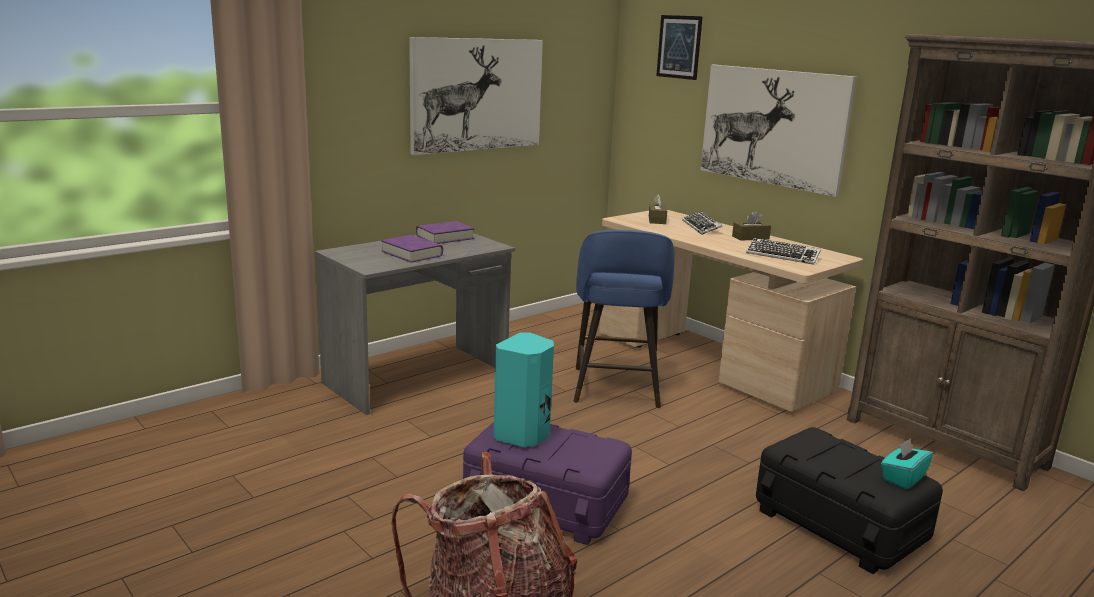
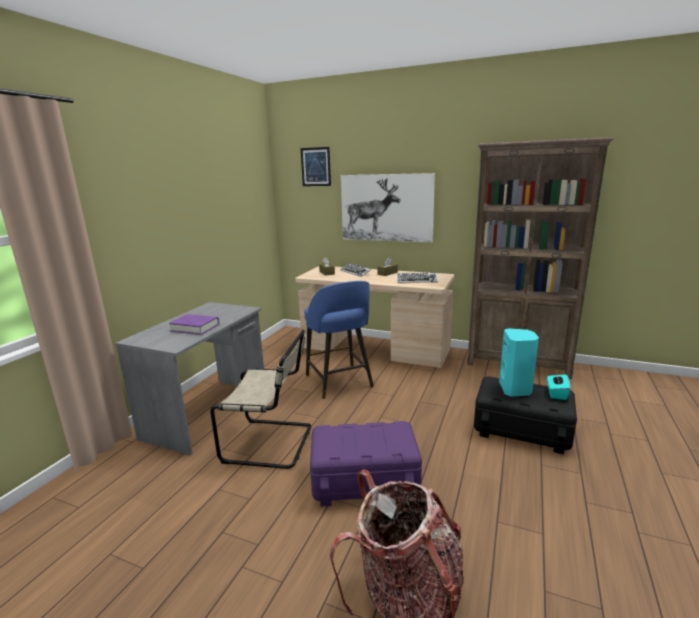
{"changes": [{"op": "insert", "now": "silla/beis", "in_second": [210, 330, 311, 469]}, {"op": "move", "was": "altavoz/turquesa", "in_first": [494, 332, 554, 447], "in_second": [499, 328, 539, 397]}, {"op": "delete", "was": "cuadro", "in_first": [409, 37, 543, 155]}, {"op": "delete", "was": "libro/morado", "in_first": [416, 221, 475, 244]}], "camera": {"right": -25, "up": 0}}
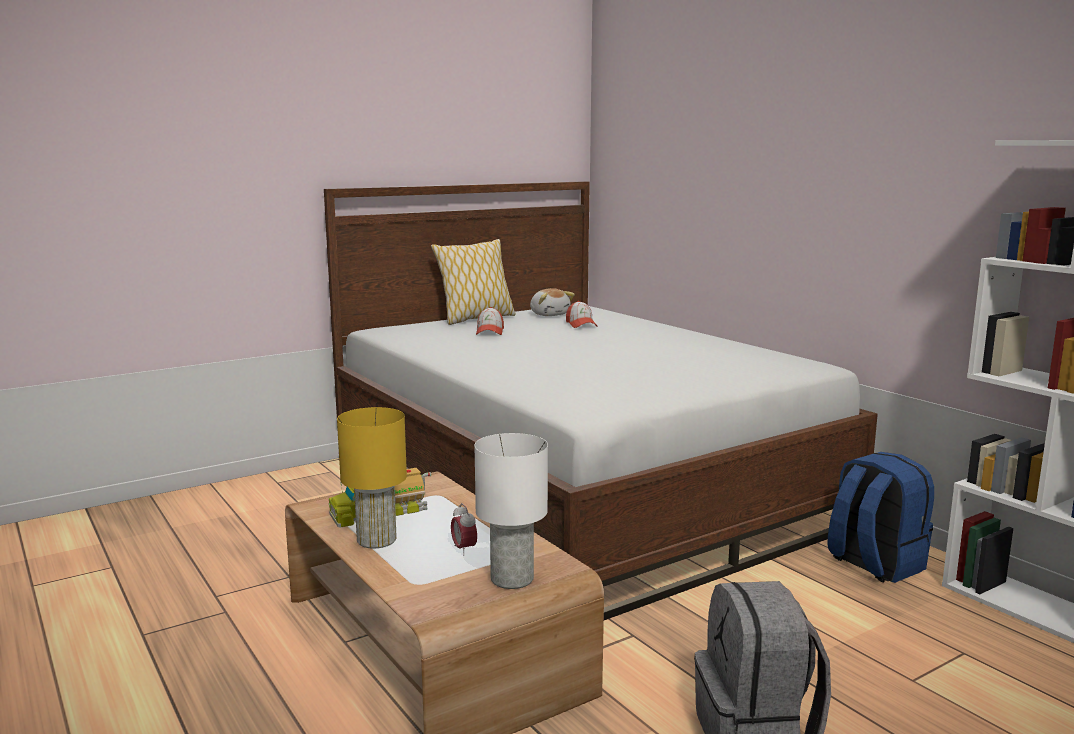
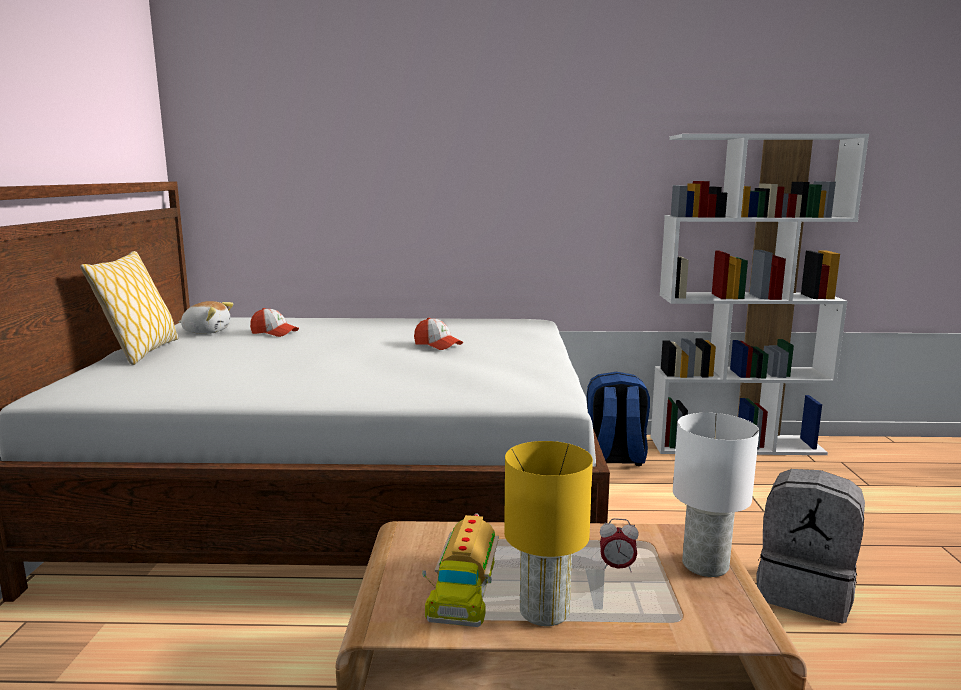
{"changes": [{"op": "move", "was": "gorra", "in_first": [476, 307, 504, 335], "in_second": [414, 318, 463, 350]}], "camera": {"right": -55, "up": 0}}
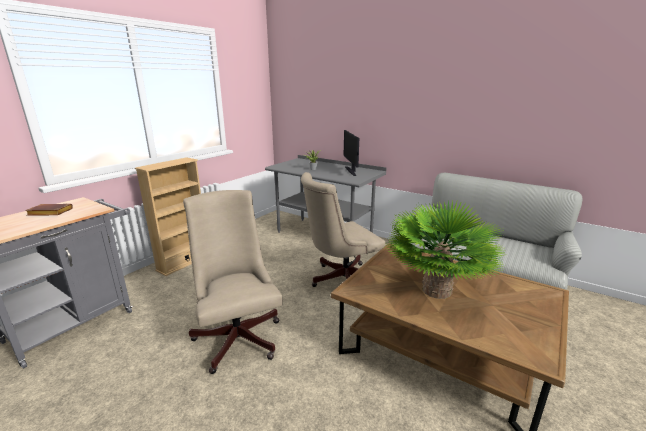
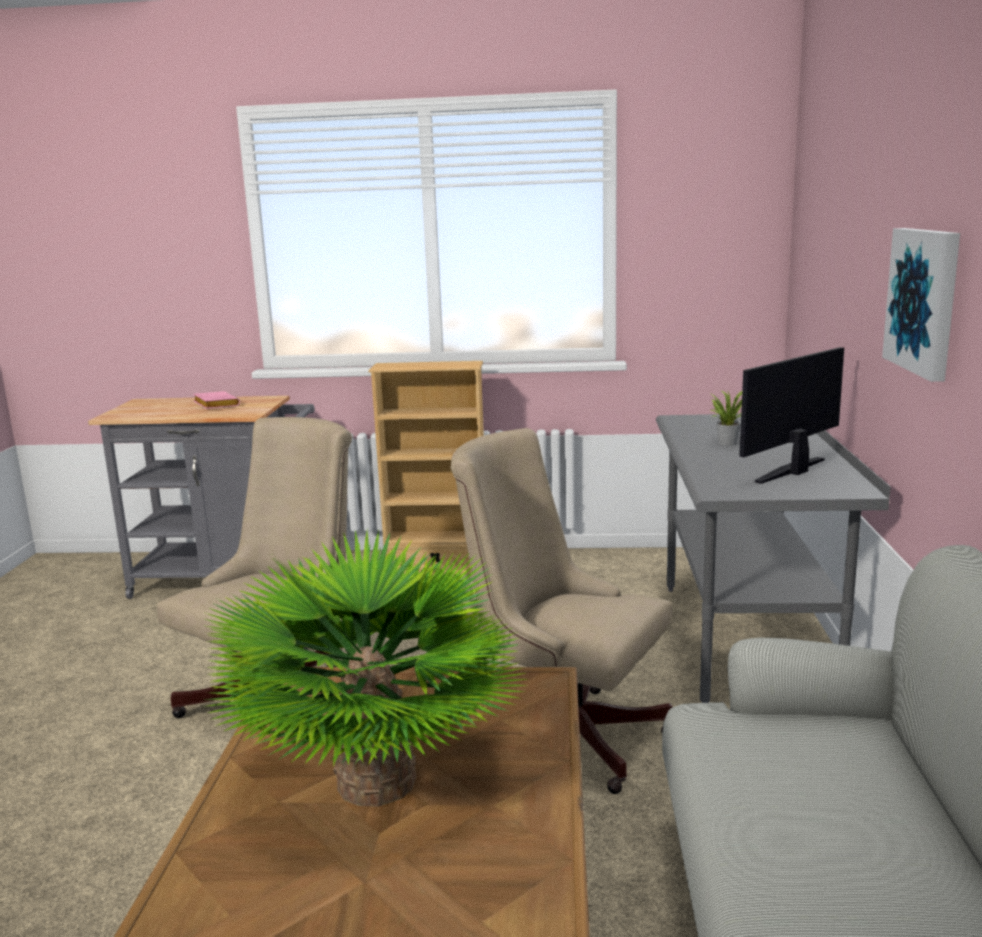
{"changes": [{"op": "recolor", "was": "libro/marrón", "now": "libro/rosa", "in_first": [25, 204, 73, 216], "in_second": [193, 391, 240, 409]}, {"op": "insert", "now": "cuadro", "in_second": [882, 228, 960, 382]}], "camera": {"right": 60, "up": -5}}
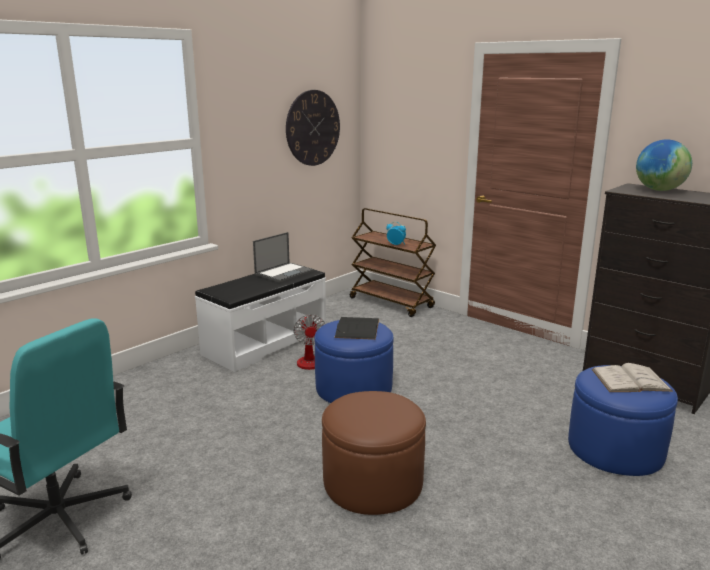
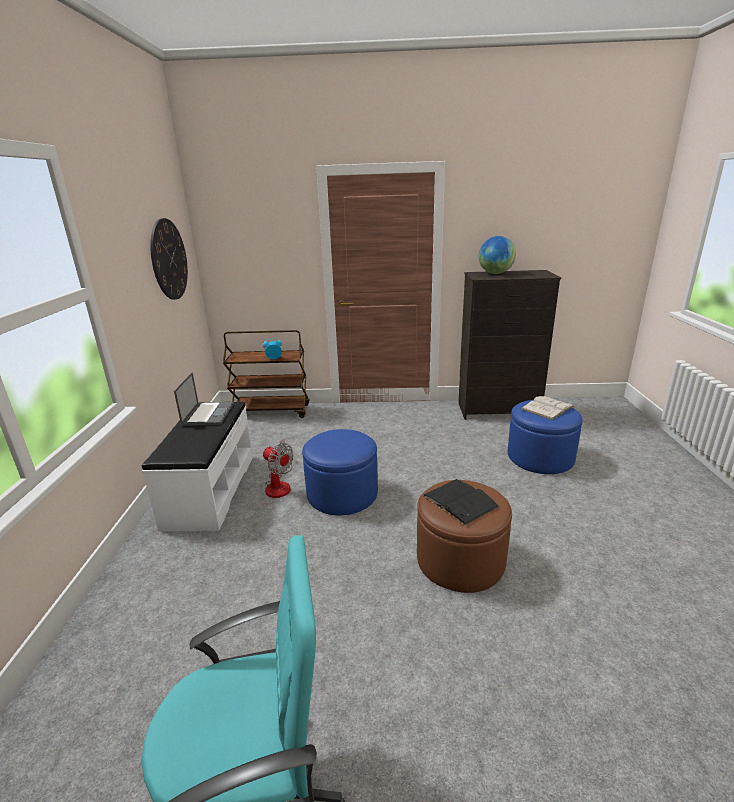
{"changes": [{"op": "move", "was": "libro/negro", "in_first": [334, 317, 379, 340], "in_second": [423, 479, 499, 526]}], "camera": {"right": -40, "up": 5}}
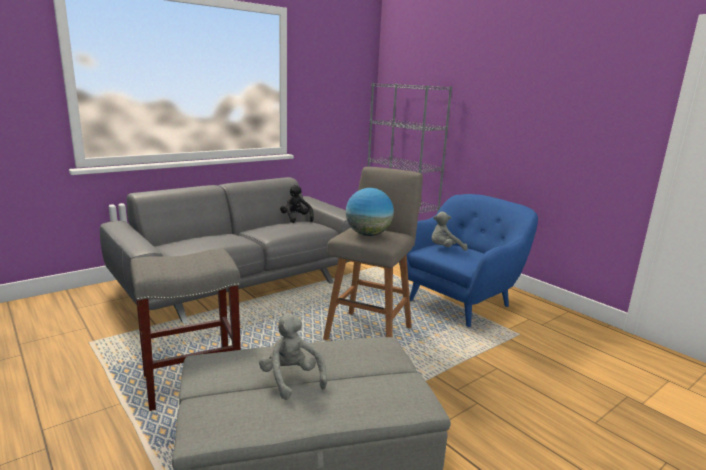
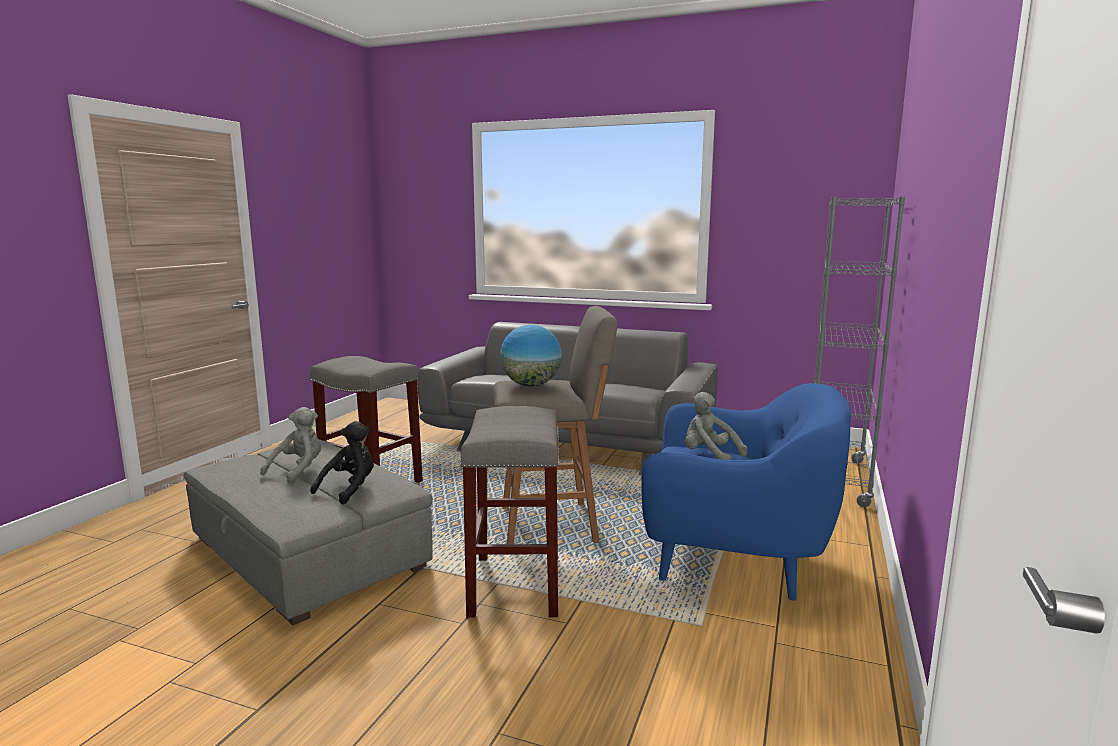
{"changes": [{"op": "move", "was": "peluche/negro", "in_first": [280, 185, 314, 223], "in_second": [310, 421, 374, 504]}, {"op": "insert", "now": "taburete/gris", "in_second": [460, 406, 559, 618]}], "camera": {"right": 60, "up": -5}}
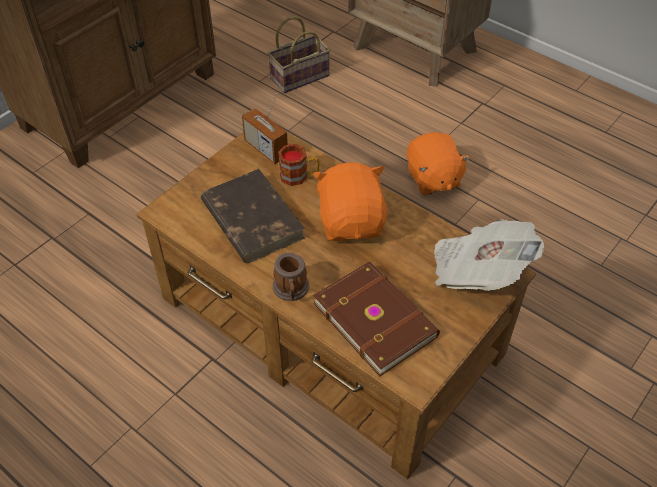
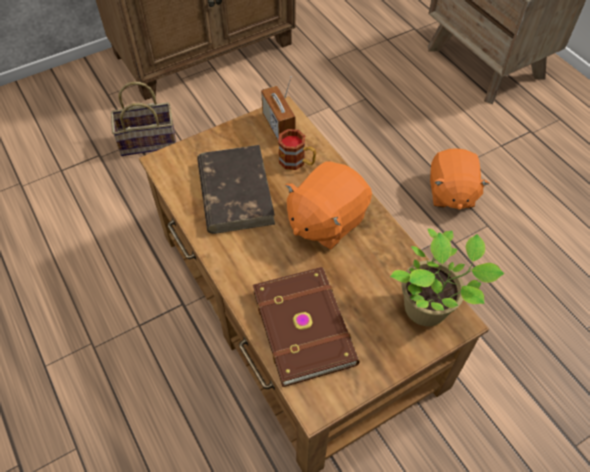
{"changes": [{"op": "move", "was": "cesta", "in_first": [268, 16, 330, 93], "in_second": [111, 82, 176, 156]}, {"op": "rotate", "was": "peluche/naranja", "in_first": [313, 162, 387, 241], "in_second": [285, 161, 372, 249], "clockwise": -150}, {"op": "replace", "was": "periódico", "now": "planta en maceta", "in_first": [434, 219, 544, 291], "in_second": [390, 228, 504, 326]}, {"op": "delete", "was": "taza grande", "in_first": [273, 252, 309, 301]}], "camera": {"right": 20, "up": 5}}
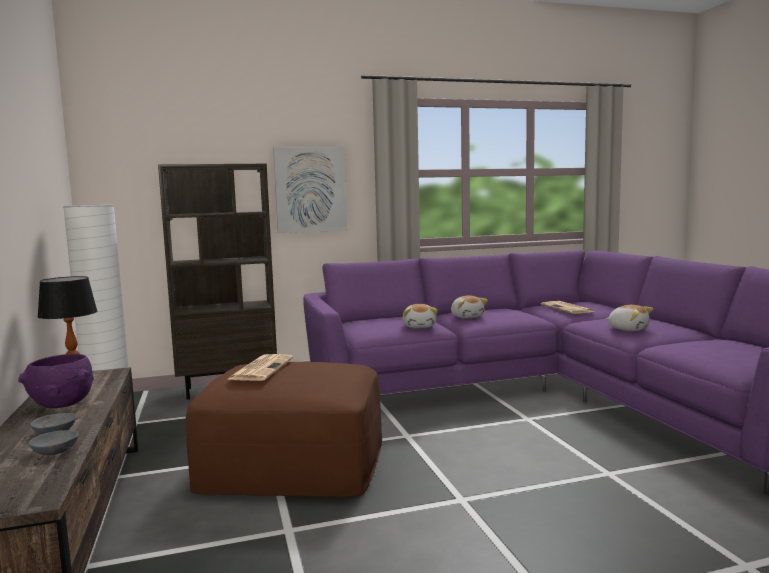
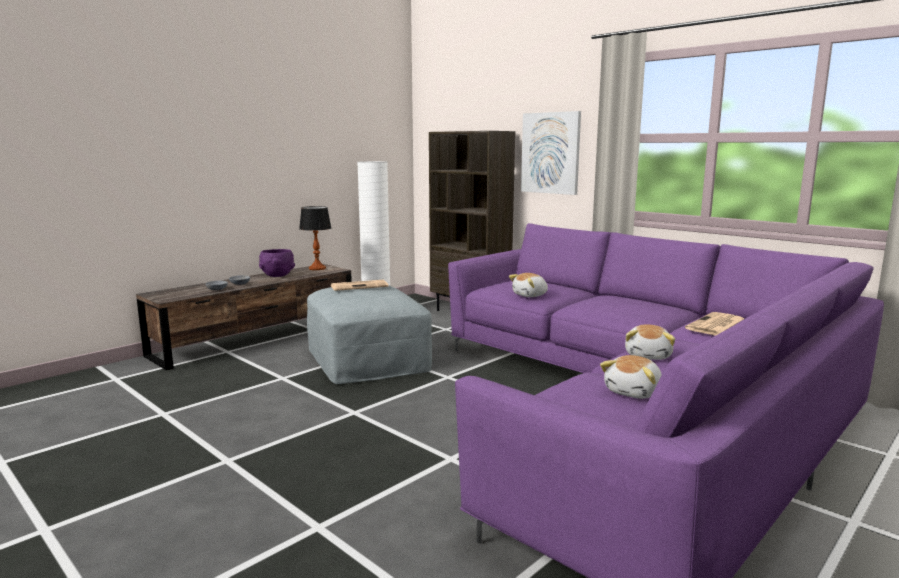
{"changes": [{"op": "recolor", "was": "puf/marrón", "now": "puf/gris", "in_first": [186, 362, 382, 497], "in_second": [307, 286, 432, 384]}, {"op": "move", "was": "peluche", "in_first": [451, 295, 488, 319], "in_second": [600, 355, 662, 399]}], "camera": {"right": 60, "up": 5}}
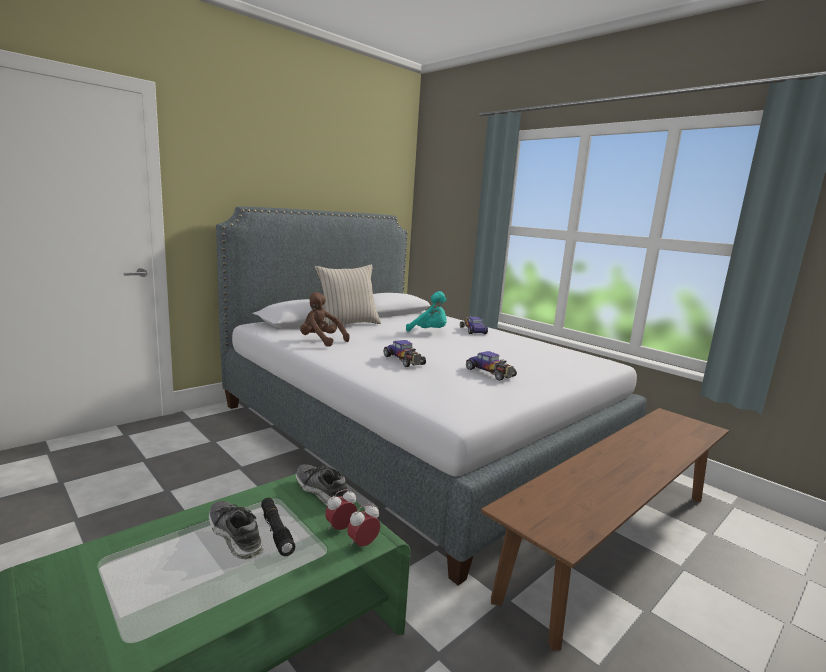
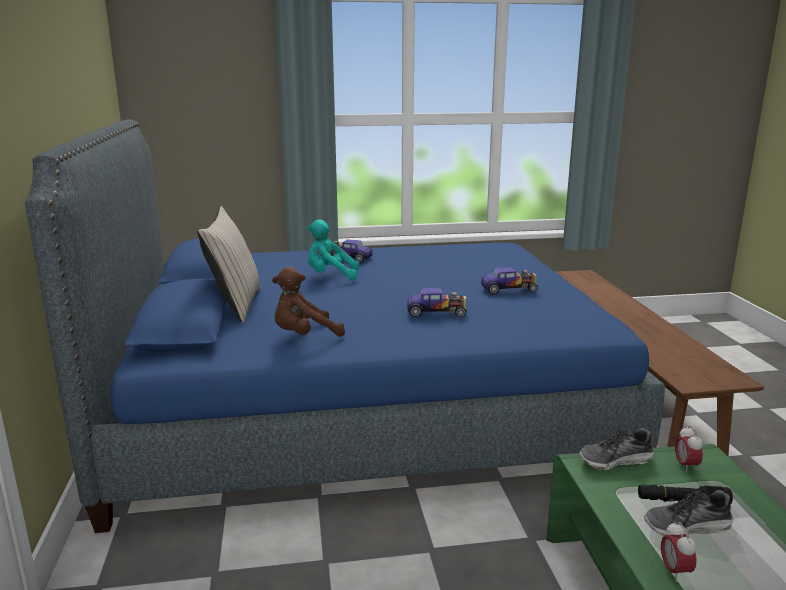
{"changes": [{"op": "recolor", "was": "cama/gris", "now": "cama/azul", "in_first": [216, 206, 647, 585], "in_second": [25, 119, 665, 533]}, {"op": "rotate", "was": "peluche/turquesa", "in_first": [406, 291, 447, 332], "in_second": [307, 220, 359, 280], "clockwise": -150}, {"op": "move", "was": "despertador", "in_first": [347, 503, 380, 547], "in_second": [661, 521, 697, 582]}], "camera": {"right": -55, "up": 5}}
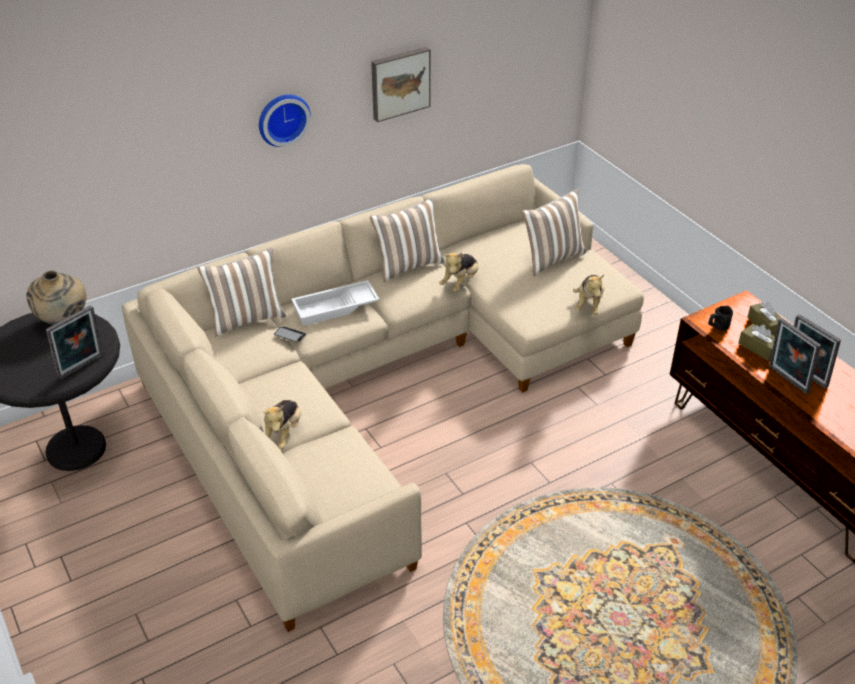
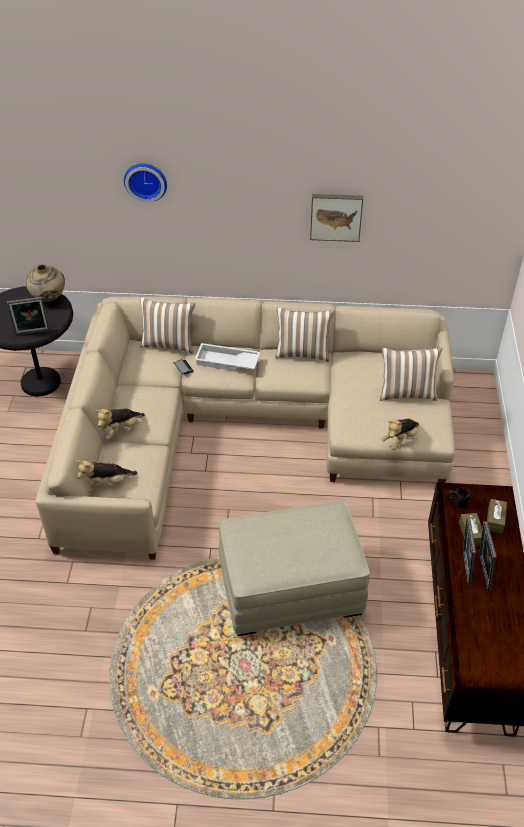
{"changes": [{"op": "move", "was": "peluche", "in_first": [439, 252, 478, 292], "in_second": [76, 460, 137, 492]}, {"op": "move", "was": "reloj de pared", "in_first": [259, 94, 311, 147], "in_second": [124, 163, 167, 202]}, {"op": "insert", "now": "puf/beis", "in_second": [219, 501, 370, 636]}], "camera": {"right": 35, "up": 5}}
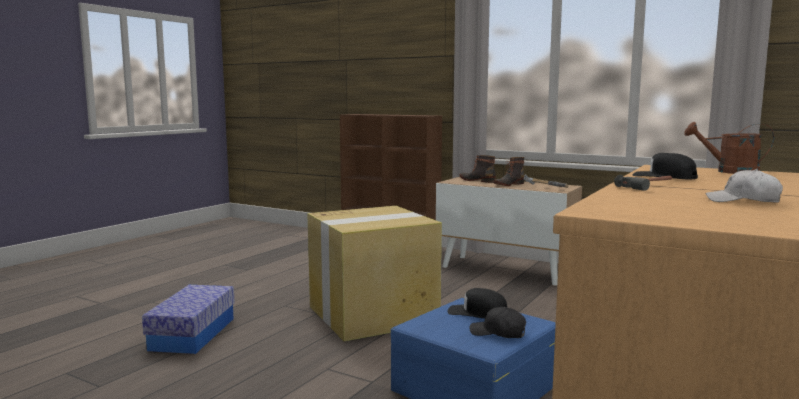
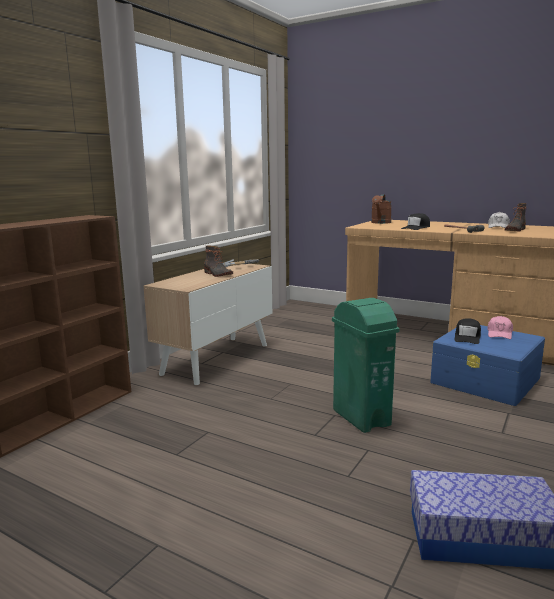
{"changes": [{"op": "replace", "was": "caja de cartón", "now": "papelera/verde", "in_first": [307, 206, 442, 341], "in_second": [332, 298, 400, 433]}, {"op": "recolor", "was": "gorra/negro", "now": "gorra/rosa", "in_first": [470, 307, 526, 338], "in_second": [487, 316, 513, 339]}, {"op": "move", "was": "bota", "in_first": [460, 155, 496, 183], "in_second": [505, 203, 527, 232]}], "camera": {"right": -90, "up": 5}}
